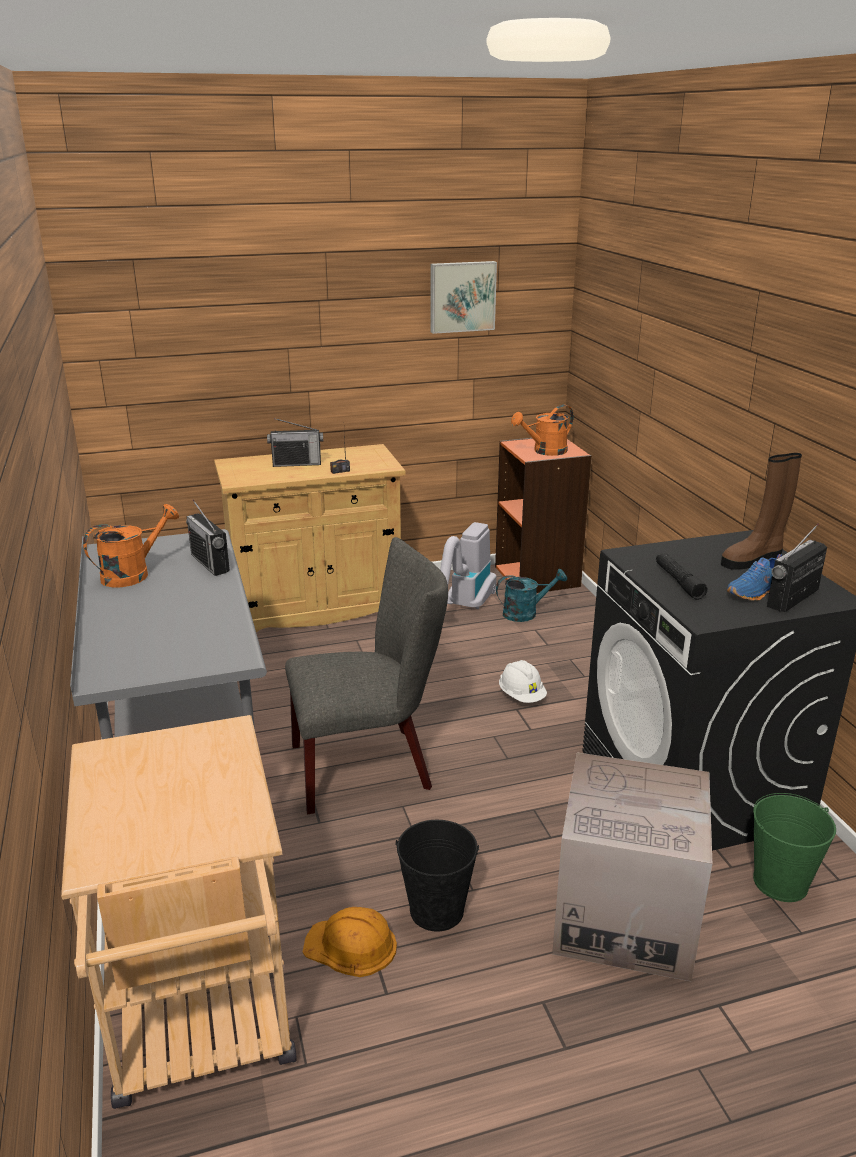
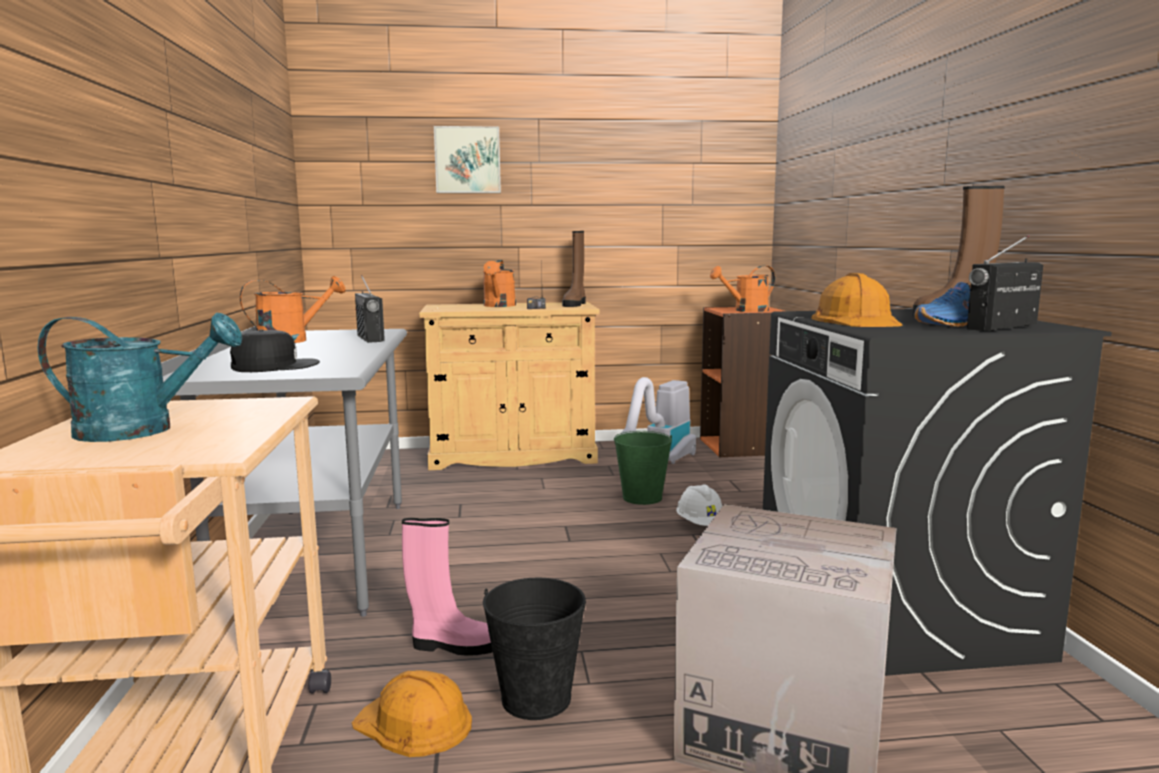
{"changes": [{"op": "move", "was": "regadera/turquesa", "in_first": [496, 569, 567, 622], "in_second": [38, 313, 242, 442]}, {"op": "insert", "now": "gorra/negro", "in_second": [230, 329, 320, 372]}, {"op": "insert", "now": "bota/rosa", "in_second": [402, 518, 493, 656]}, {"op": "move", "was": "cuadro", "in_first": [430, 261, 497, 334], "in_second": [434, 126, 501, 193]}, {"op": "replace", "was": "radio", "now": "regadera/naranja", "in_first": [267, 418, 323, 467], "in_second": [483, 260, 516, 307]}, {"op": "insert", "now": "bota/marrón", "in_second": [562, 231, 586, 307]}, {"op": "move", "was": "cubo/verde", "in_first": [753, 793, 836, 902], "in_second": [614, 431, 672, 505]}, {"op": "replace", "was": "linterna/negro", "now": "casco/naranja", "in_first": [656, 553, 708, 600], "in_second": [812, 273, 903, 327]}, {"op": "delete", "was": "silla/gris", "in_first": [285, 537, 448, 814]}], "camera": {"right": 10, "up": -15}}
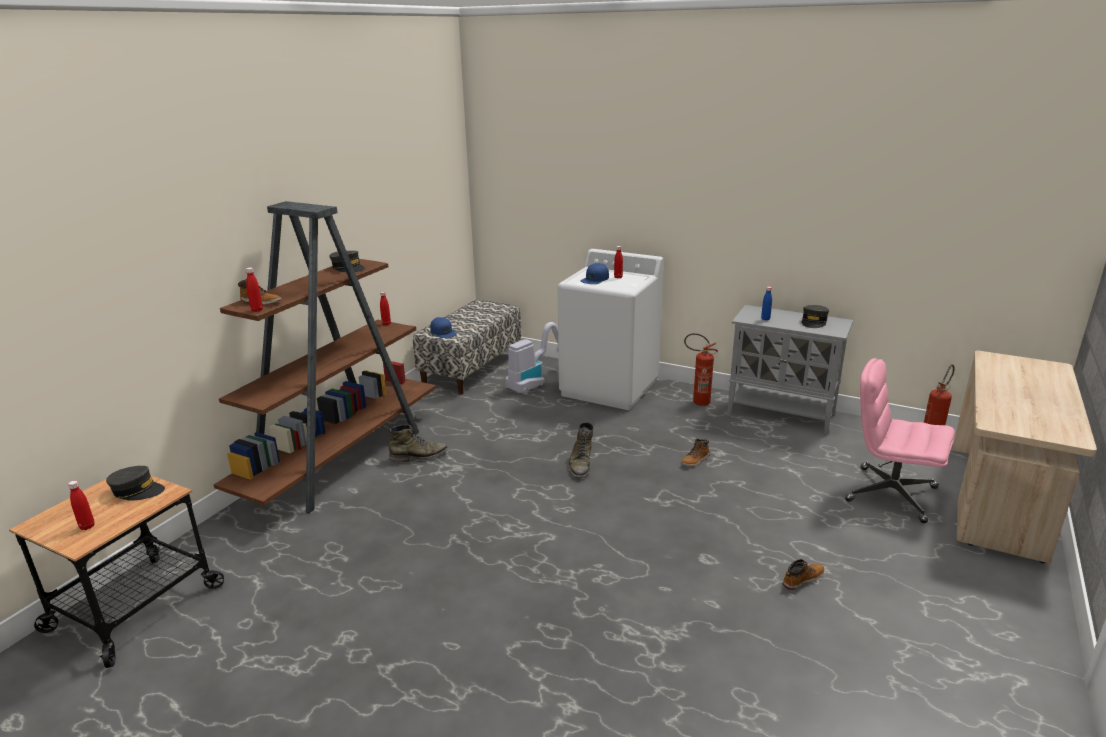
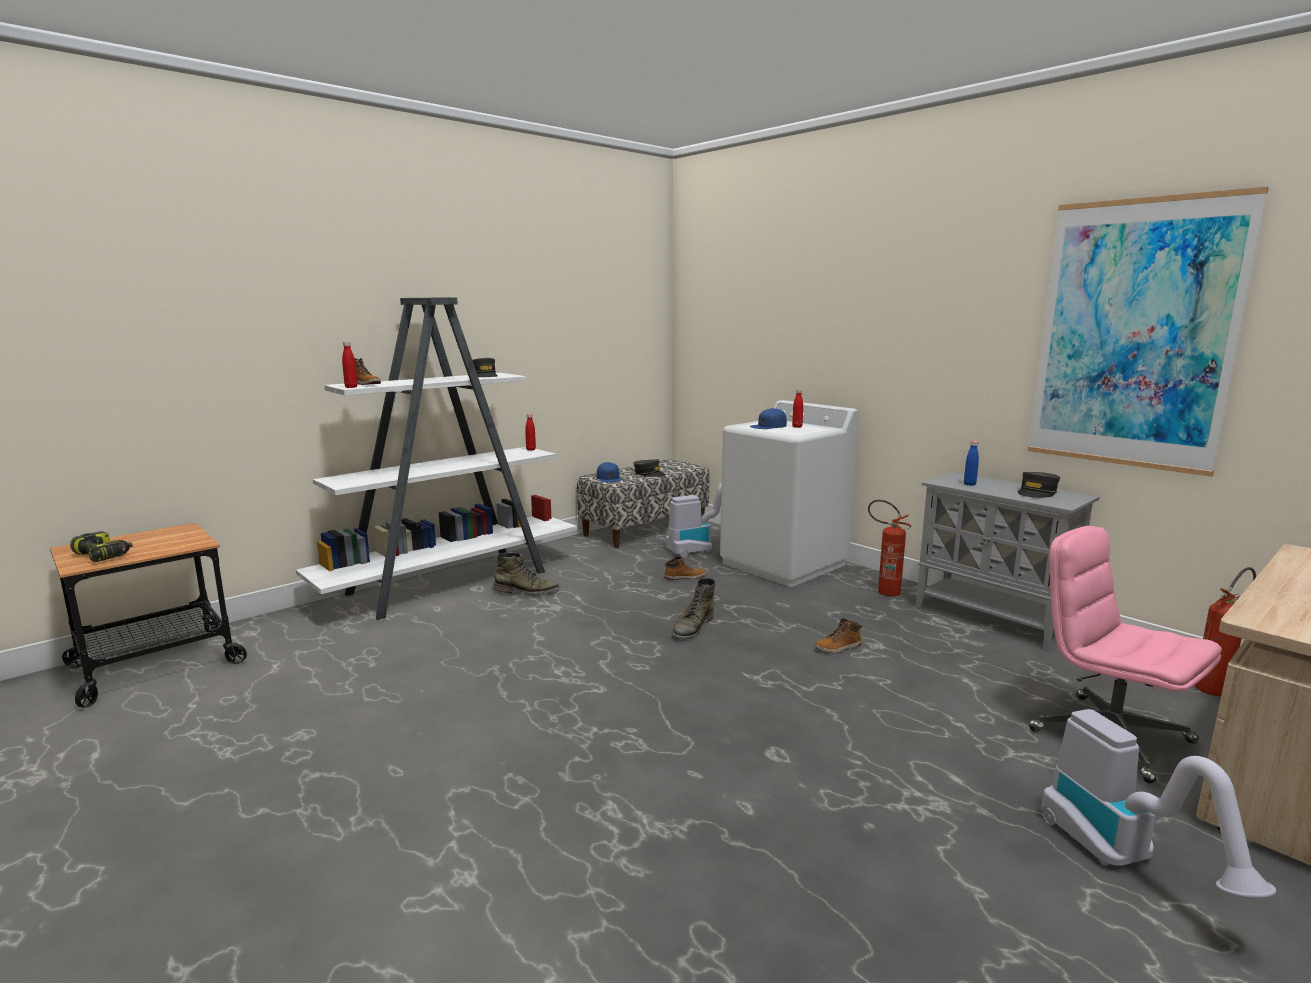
{"changes": [{"op": "replace", "was": "botella/rojo", "now": "taladro", "in_first": [68, 481, 95, 530], "in_second": [70, 531, 133, 562]}, {"op": "recolor", "was": "estantería/marrón", "now": "estantería/blanco", "in_first": [214, 201, 436, 514], "in_second": [296, 297, 577, 620]}, {"op": "move", "was": "gorra/gris", "in_first": [106, 466, 165, 501], "in_second": [633, 459, 666, 477]}, {"op": "move", "was": "bota", "in_first": [783, 559, 825, 590], "in_second": [664, 557, 706, 580]}, {"op": "insert", "now": "cuadro", "in_second": [1027, 187, 1269, 477]}, {"op": "insert", "now": "aspiradora", "in_second": [1041, 709, 1276, 898]}], "camera": {"right": 20, "up": -10}}
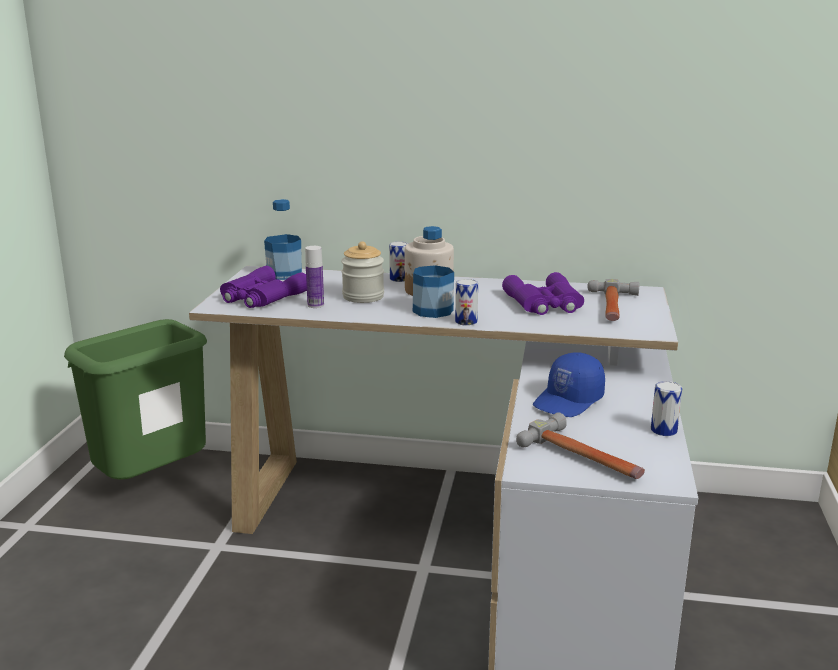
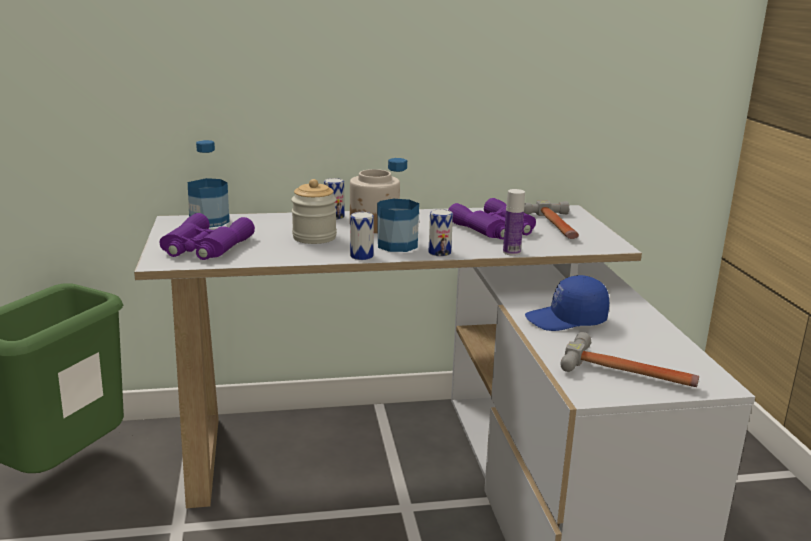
{"changes": [{"op": "move", "was": "lata", "in_first": [651, 381, 682, 436], "in_second": [350, 212, 374, 260]}, {"op": "move", "was": "botella", "in_first": [305, 246, 324, 308], "in_second": [503, 189, 525, 256]}, {"op": "rotate", "was": "gorra/azul", "in_first": [533, 352, 605, 417], "in_second": [525, 275, 609, 331], "clockwise": 60}], "camera": {"right": -20, "up": 0}}
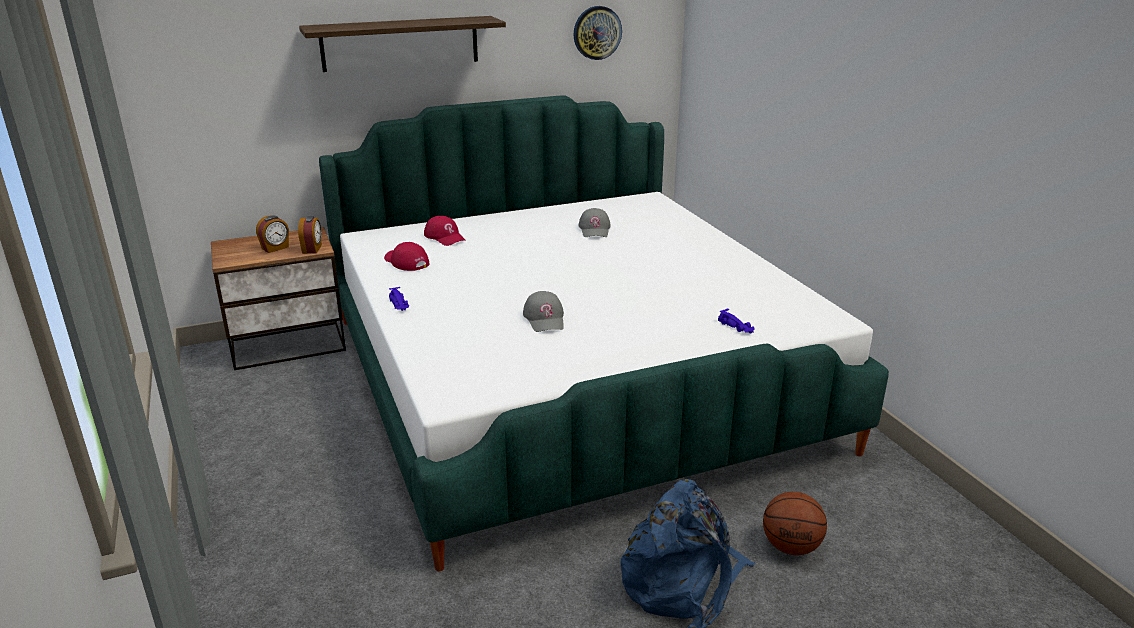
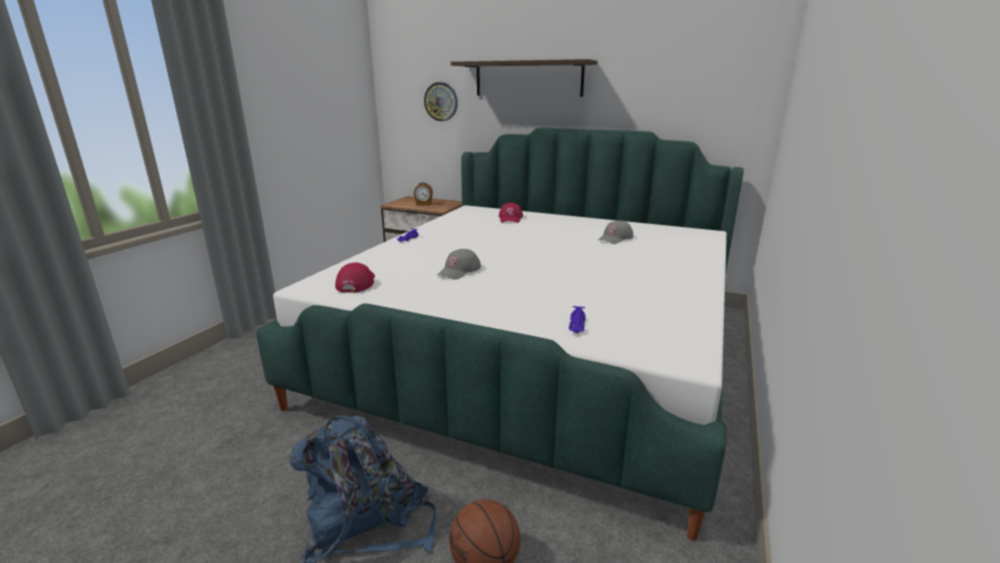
{"changes": [{"op": "move", "was": "gorra/rojo", "in_first": [384, 242, 430, 271], "in_second": [335, 262, 375, 293]}, {"op": "move", "was": "reloj de pared", "in_first": [573, 6, 622, 60], "in_second": [424, 82, 458, 121]}, {"op": "delete", "was": "despertador", "in_first": [298, 216, 322, 254]}], "camera": {"right": 45, "up": -5}}
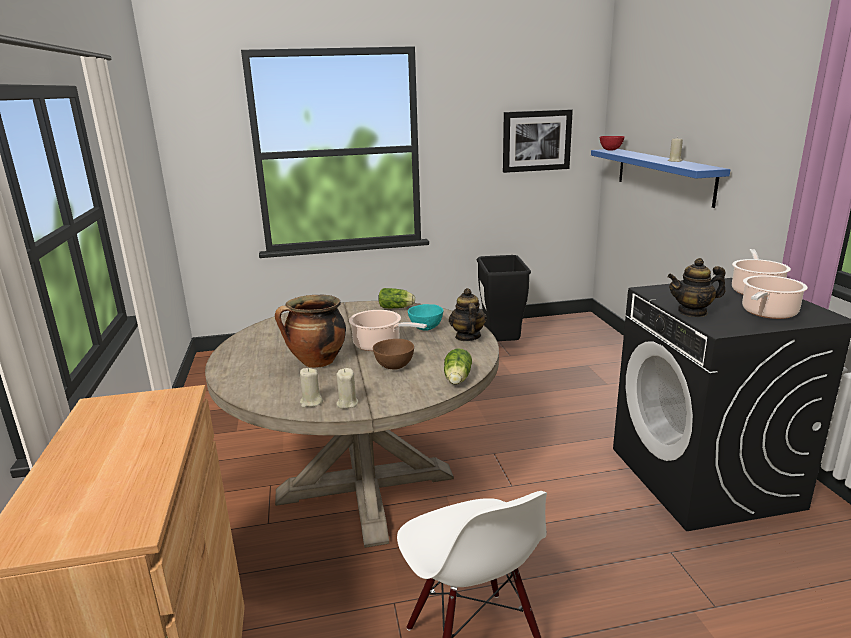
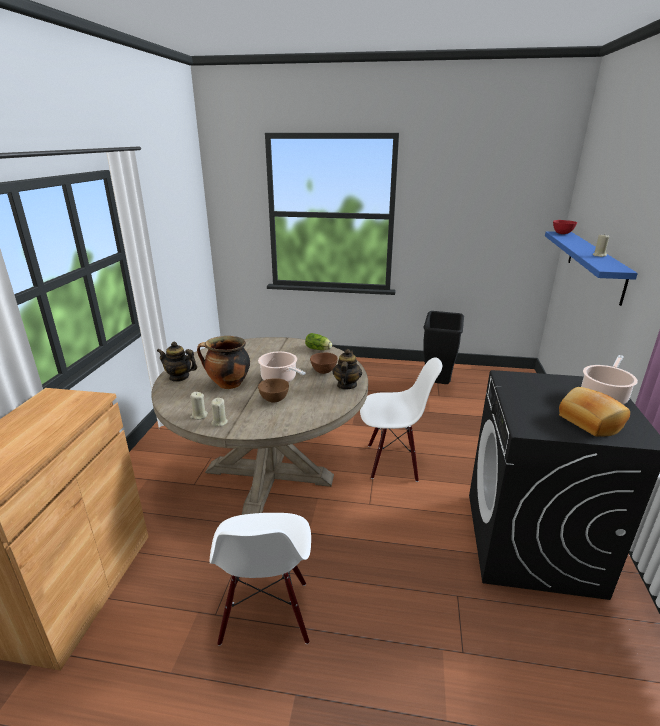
{"changes": [{"op": "move", "was": "tetera", "in_first": [667, 258, 725, 317], "in_second": [157, 342, 197, 382]}, {"op": "recolor", "was": "cuenco/turquesa", "now": "cuenco/marrón", "in_first": [408, 304, 443, 331], "in_second": [310, 353, 338, 374]}, {"op": "insert", "now": "silla/blanco", "in_second": [360, 357, 442, 482]}, {"op": "replace", "was": "olla", "now": "pan", "in_first": [742, 275, 808, 319], "in_second": [559, 387, 630, 437]}, {"op": "delete", "was": "lechuga", "in_first": [444, 349, 472, 385]}, {"op": "delete", "was": "cuadro", "in_first": [503, 109, 573, 173]}], "camera": {"right": 20, "up": 5}}
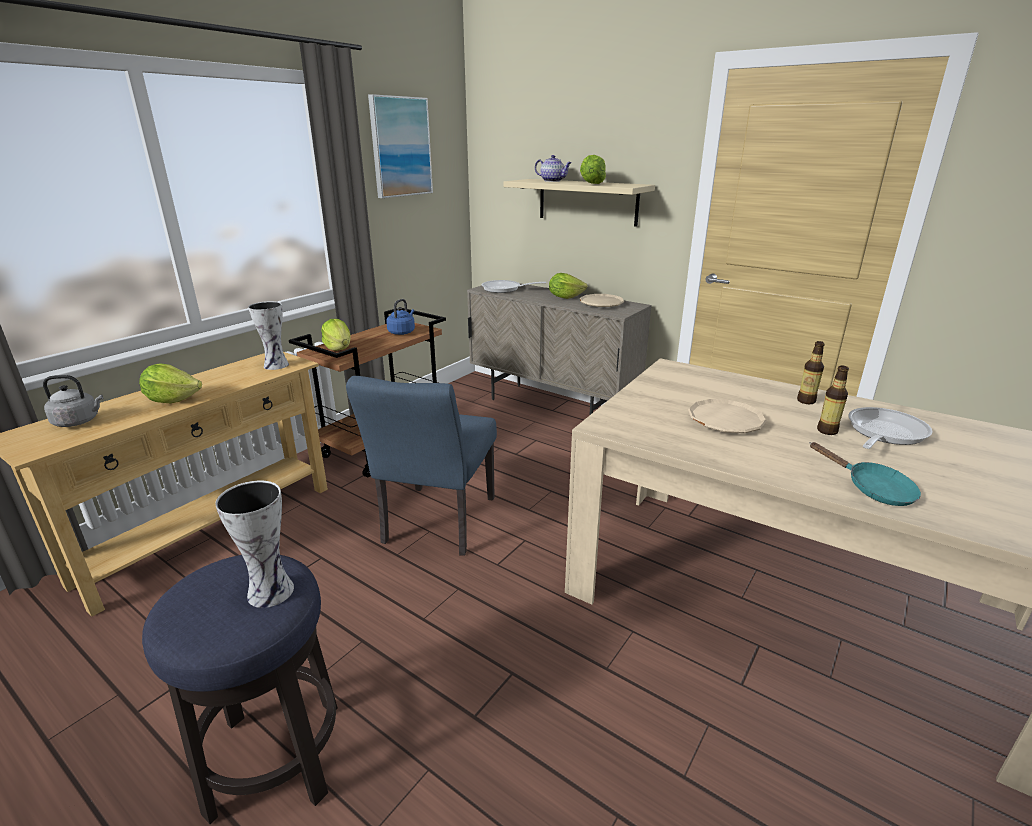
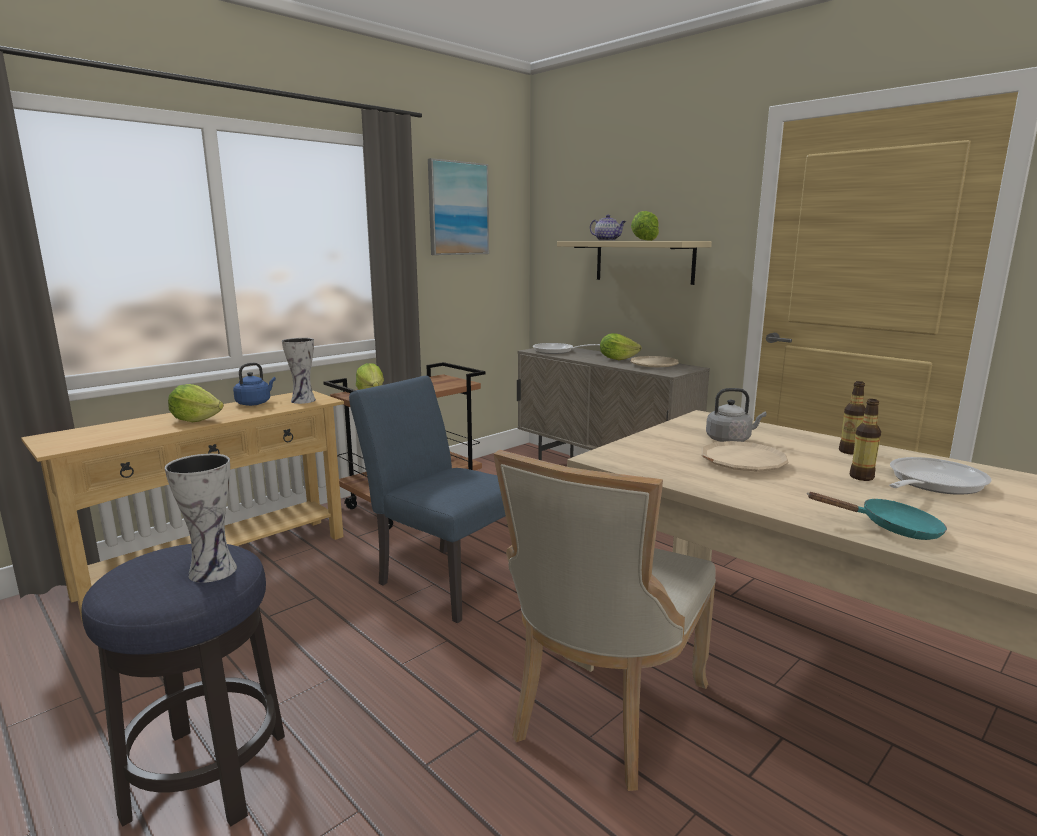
{"changes": [{"op": "move", "was": "hervidor/azul", "in_first": [386, 299, 415, 335], "in_second": [233, 363, 276, 406]}, {"op": "rotate", "was": "silla/azul", "in_first": [346, 376, 497, 556], "in_second": [349, 376, 506, 623], "clockwise": 105}, {"op": "insert", "now": "silla/beis", "in_second": [494, 450, 716, 791]}, {"op": "move", "was": "hervidor/gris", "in_first": [43, 375, 103, 427], "in_second": [706, 388, 766, 442]}, {"op": "rotate", "was": "sartén/turquesa", "in_first": [810, 442, 921, 506], "in_second": [808, 492, 947, 540], "clockwise": -45}], "camera": {"right": 10, "up": -10}}
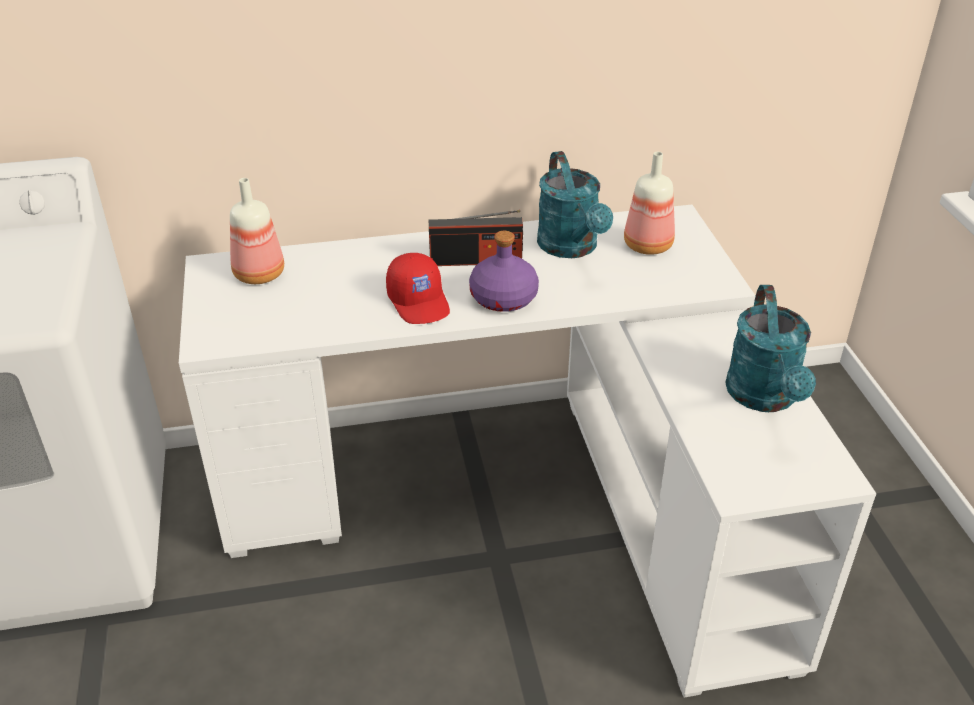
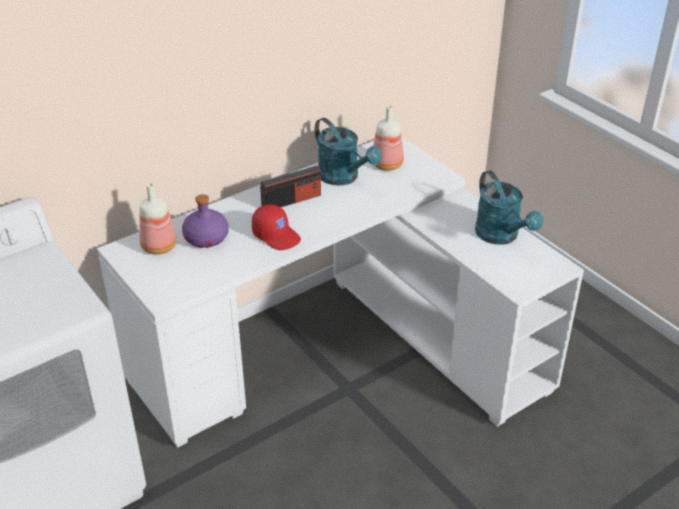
{"changes": [{"op": "move", "was": "botella/morado", "in_first": [469, 231, 539, 312], "in_second": [182, 194, 229, 248]}], "camera": {"right": -25, "up": 0}}
